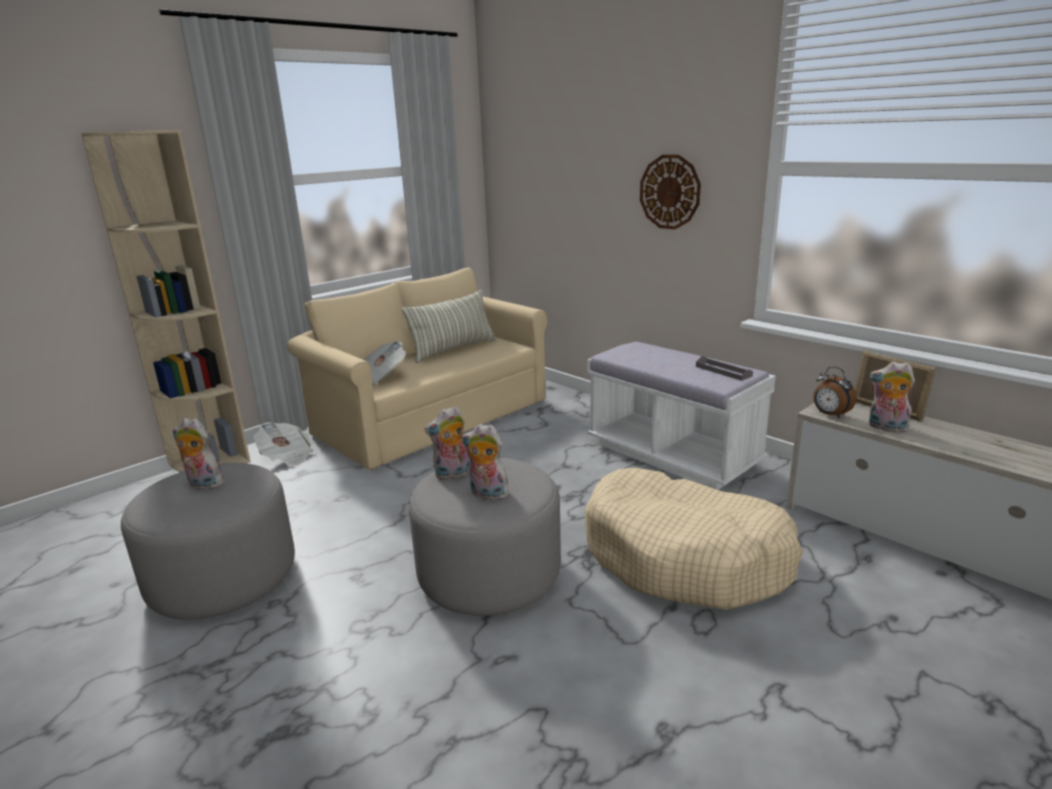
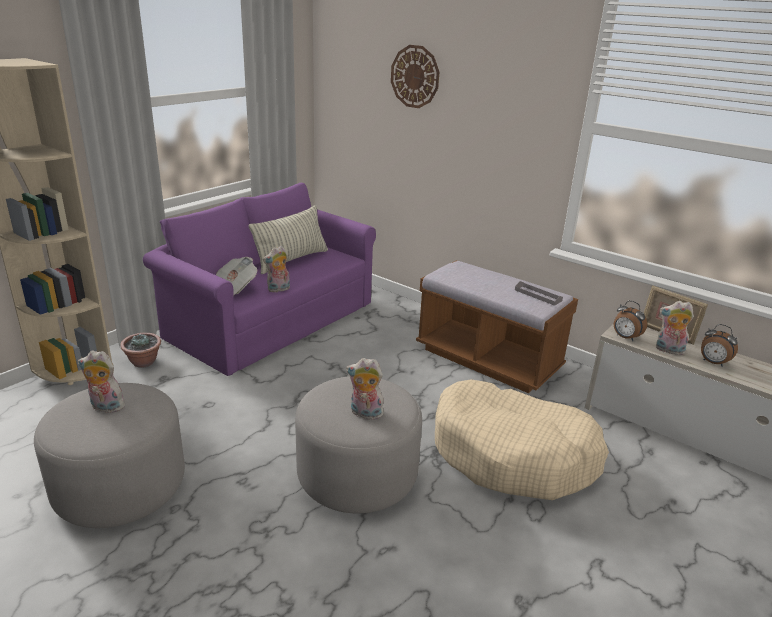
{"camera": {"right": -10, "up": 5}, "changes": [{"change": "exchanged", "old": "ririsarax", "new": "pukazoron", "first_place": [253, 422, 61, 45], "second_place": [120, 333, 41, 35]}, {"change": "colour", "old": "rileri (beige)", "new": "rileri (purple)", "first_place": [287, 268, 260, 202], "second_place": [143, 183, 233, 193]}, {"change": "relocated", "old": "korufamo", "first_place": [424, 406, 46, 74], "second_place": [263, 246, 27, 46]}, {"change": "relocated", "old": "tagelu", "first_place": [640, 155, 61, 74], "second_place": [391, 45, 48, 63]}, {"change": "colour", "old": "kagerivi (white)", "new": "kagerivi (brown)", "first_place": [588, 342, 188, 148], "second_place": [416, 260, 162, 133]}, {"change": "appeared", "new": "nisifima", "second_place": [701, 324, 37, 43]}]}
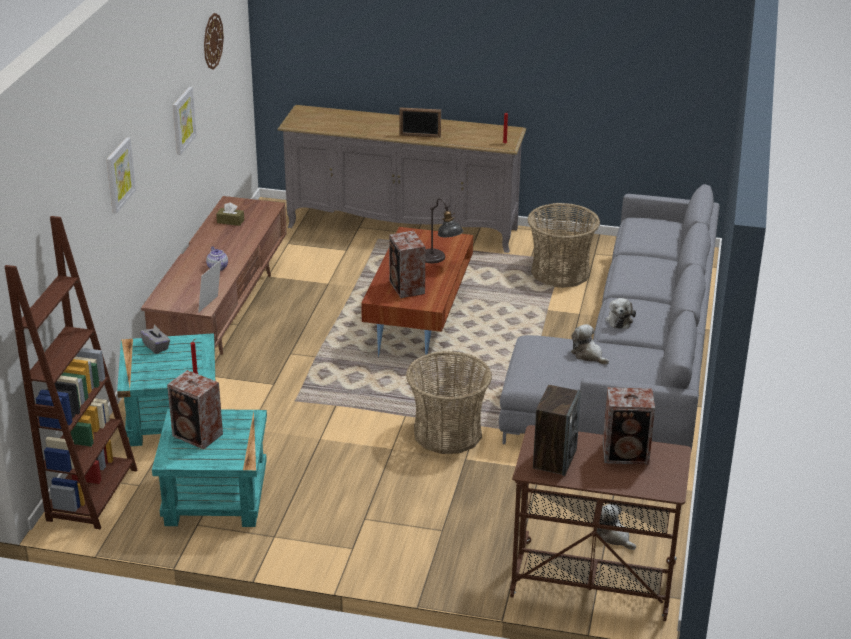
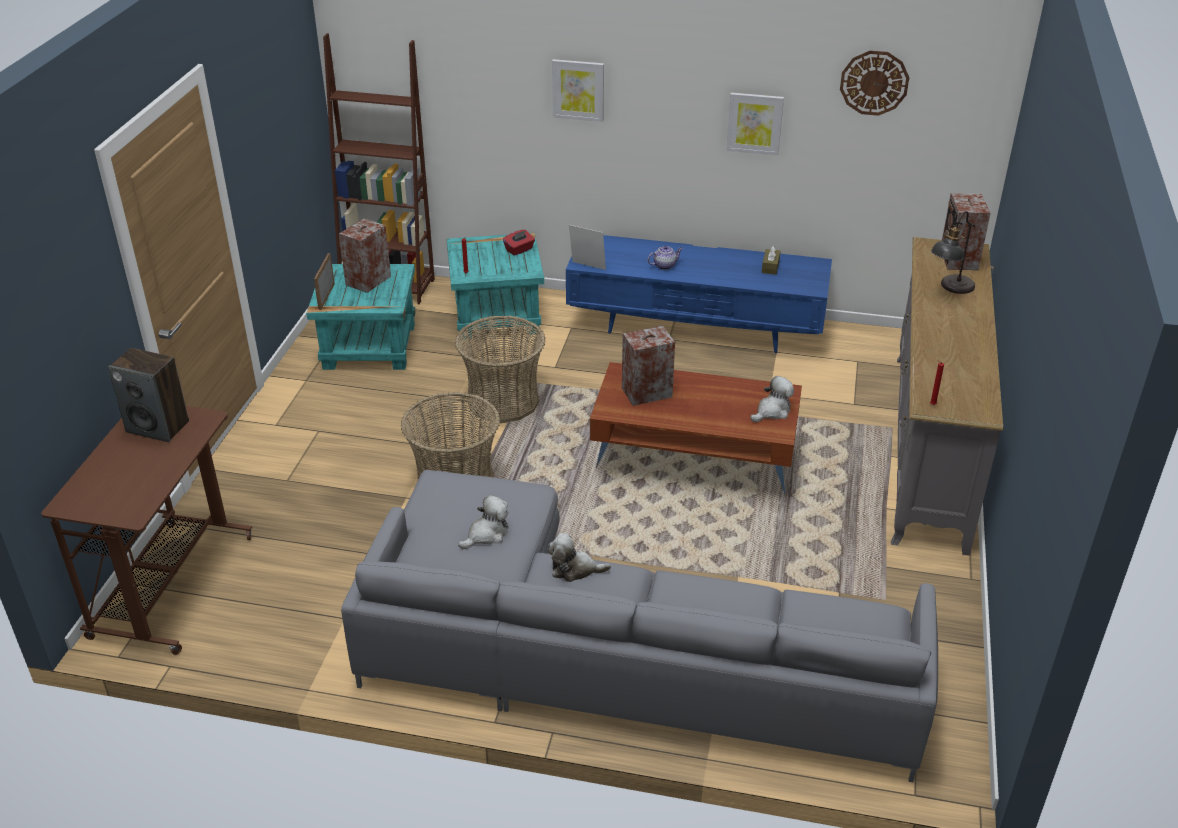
{"camera": {"right": 90, "up": 5}, "changes": [{"change": "relocated", "old": "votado", "first_place": [399, 107, 42, 31], "second_place": [314, 253, 21, 57]}, {"change": "relocated", "old": "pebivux", "first_place": [528, 203, 72, 85], "second_place": [455, 315, 91, 108]}, {"change": "colour", "old": "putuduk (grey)", "new": "putuduk (red)", "first_place": [140, 324, 30, 30], "second_place": [503, 230, 32, 26]}, {"change": "colour", "old": "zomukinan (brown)", "new": "zomukinan (blue)", "first_place": [141, 196, 146, 159], "second_place": [566, 235, 266, 118]}, {"change": "relocated", "old": "korufamo", "first_place": [597, 504, 39, 46], "second_place": [750, 376, 44, 46]}, {"change": "relocated", "old": "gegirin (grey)", "first_place": [425, 198, 38, 65], "second_place": [931, 211, 44, 83]}, {"change": "relocated", "old": "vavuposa", "first_place": [603, 387, 52, 78], "second_place": [942, 193, 49, 77]}]}
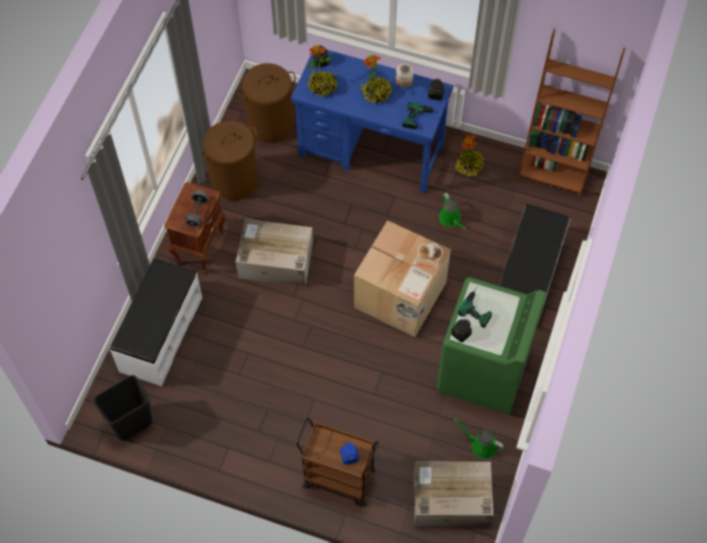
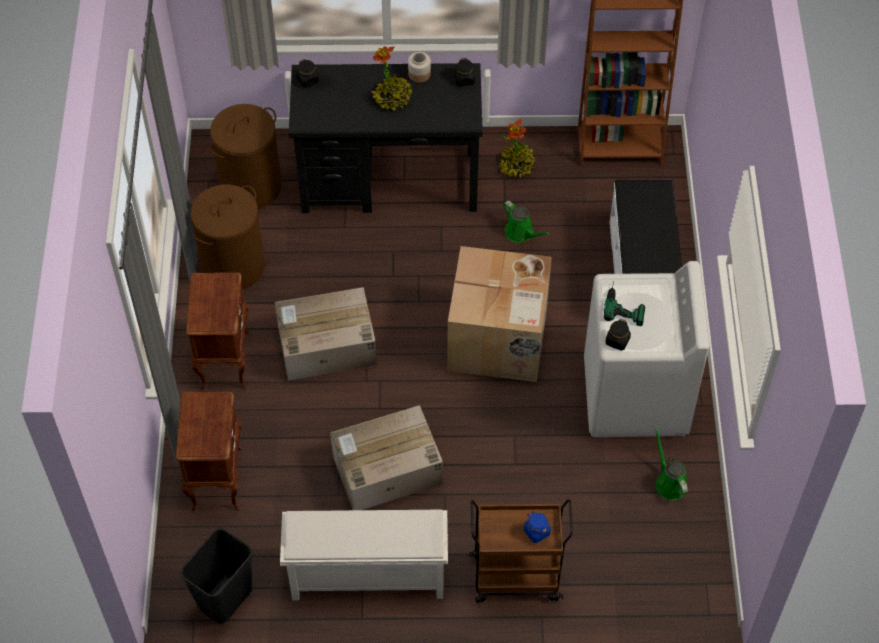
{"camera": {"right": -20, "up": -5}, "changes": [{"change": "exchanged", "old": "kagerivi (white)", "new": "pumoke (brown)", "first_place": [110, 258, 92, 128], "second_place": [176, 392, 67, 119]}, {"change": "appeared", "new": "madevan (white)", "second_place": [280, 510, 168, 90]}, {"change": "colour", "old": "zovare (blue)", "new": "zovare (black)", "first_place": [291, 49, 162, 144], "second_place": [289, 63, 194, 150]}, {"change": "relocated", "old": "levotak", "first_place": [414, 461, 79, 66], "second_place": [330, 405, 113, 105]}, {"change": "colour", "old": "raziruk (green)", "new": "raziruk (white)", "first_place": [437, 277, 109, 138], "second_place": [584, 261, 125, 176]}, {"change": "spun", "old": "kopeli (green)", "first_place": [454, 419, 50, 40], "second_place": [655, 428, 33, 72], "degrees": 60}, {"change": "missing", "old": "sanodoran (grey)", "first_place": [185, 190, 24, 37]}, {"change": "missing", "old": "pukazoron", "first_place": [306, 45, 32, 52]}, {"change": "missing", "old": "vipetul", "first_place": [402, 102, 37, 27]}]}
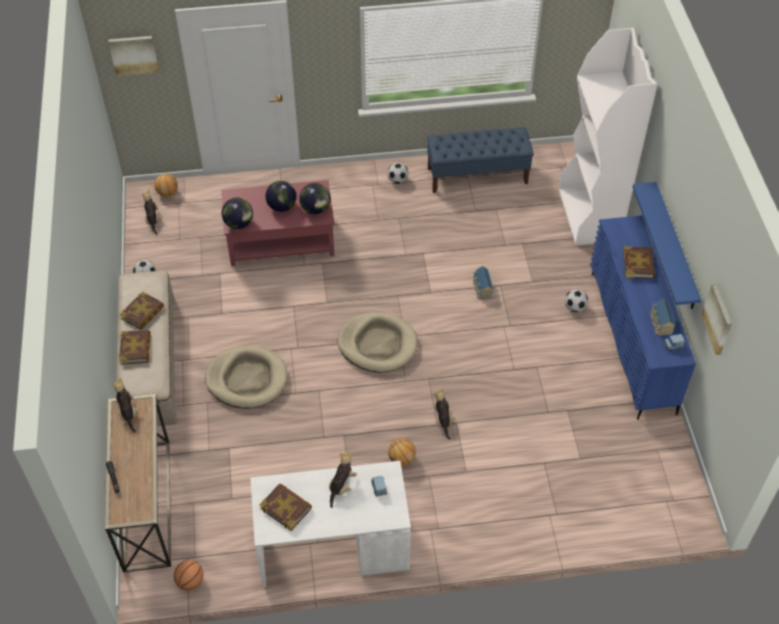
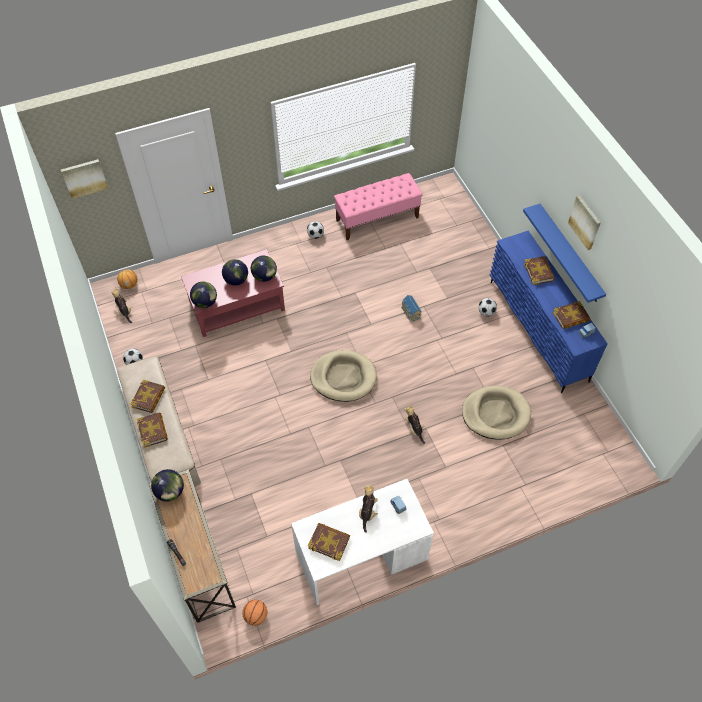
{"camera": {"right": -15, "up": 5}, "changes": [{"change": "exchanged", "old": "korufamo", "new": "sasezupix", "first_place": [112, 377, 28, 56], "second_place": [151, 469, 33, 33]}, {"change": "colour", "old": "kagerivi (blue)", "new": "kagerivi (pink)", "first_place": [427, 127, 107, 66], "second_place": [334, 173, 89, 67]}, {"change": "relocated", "old": "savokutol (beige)", "first_place": [205, 346, 82, 63], "second_place": [462, 385, 69, 55]}, {"change": "exchanged", "old": "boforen", "new": "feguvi", "first_place": [650, 298, 26, 38], "second_place": [552, 301, 38, 28]}, {"change": "relocated", "old": "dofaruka", "first_place": [701, 284, 31, 71], "second_place": [568, 195, 33, 55]}, {"change": "missing", "old": "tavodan", "first_place": [388, 438, 28, 28]}, {"change": "missing", "old": "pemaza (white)", "first_place": [559, 28, 99, 218]}]}
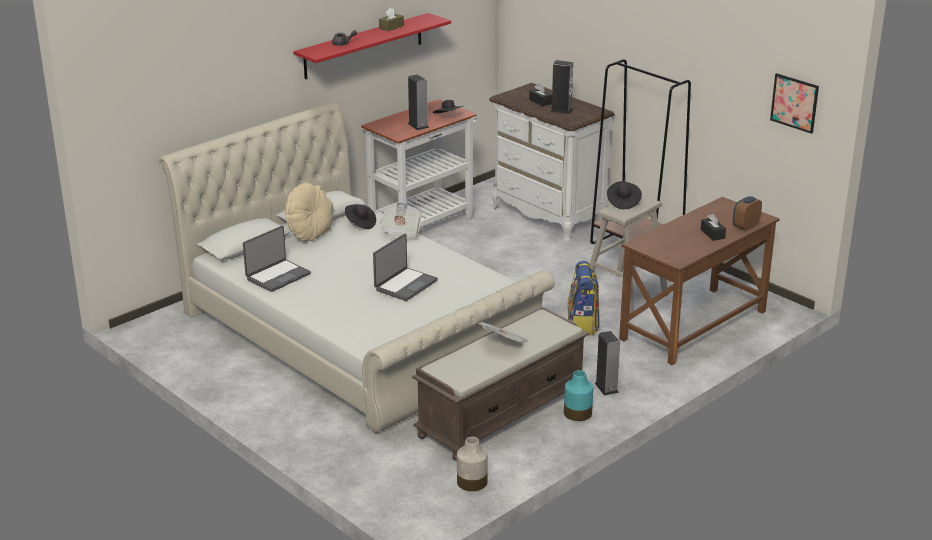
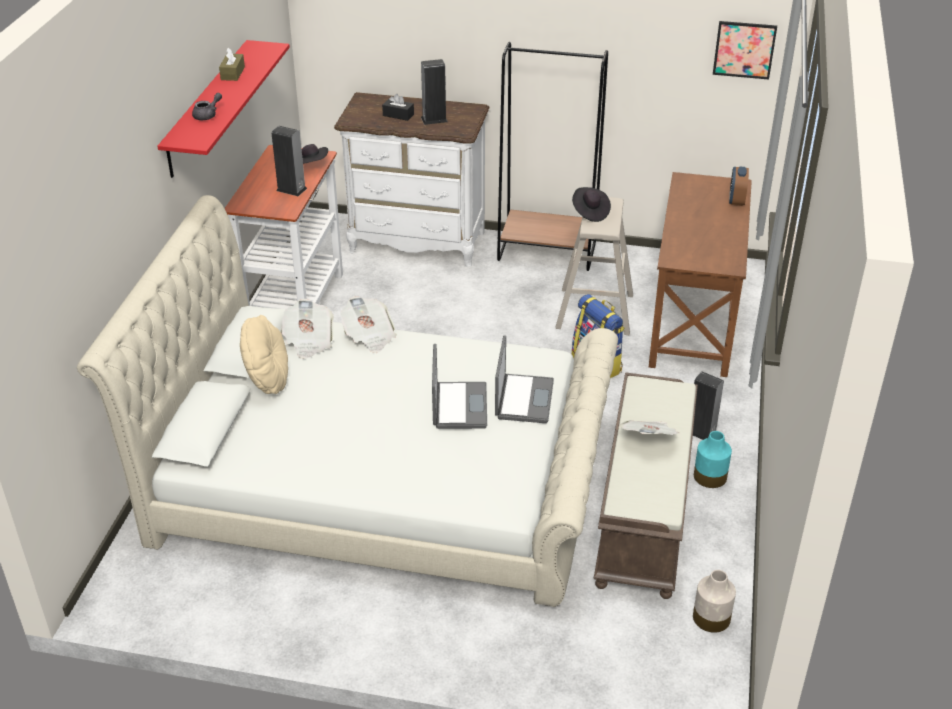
{"camera": {"right": -35, "up": 10}, "changes": [{"change": "exchanged", "old": "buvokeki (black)", "new": "ririsarax", "first_place": [345, 204, 31, 25], "second_place": [280, 299, 54, 60]}, {"change": "relocated", "old": "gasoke", "first_place": [243, 226, 68, 66], "second_place": [495, 335, 59, 88]}, {"change": "missing", "old": "putuduk (black)", "first_place": [701, 214, 25, 27]}]}
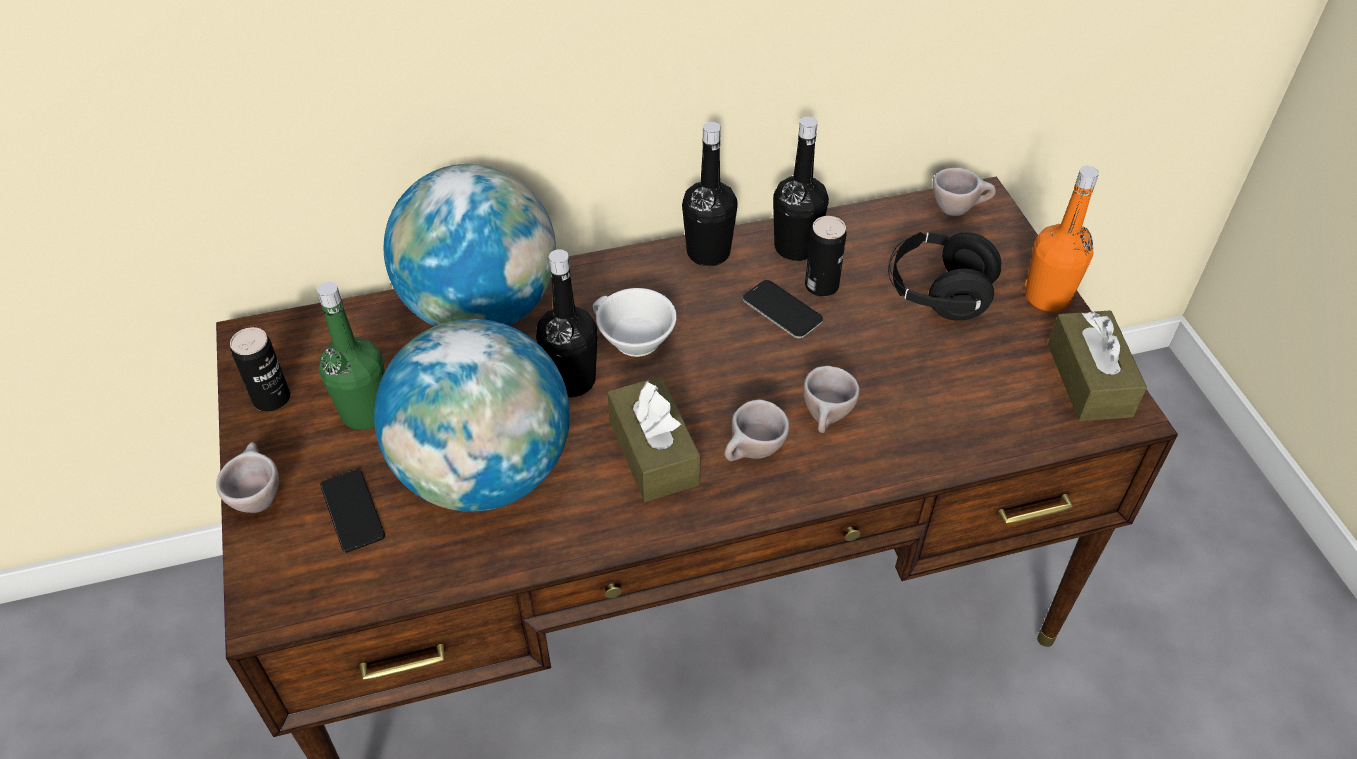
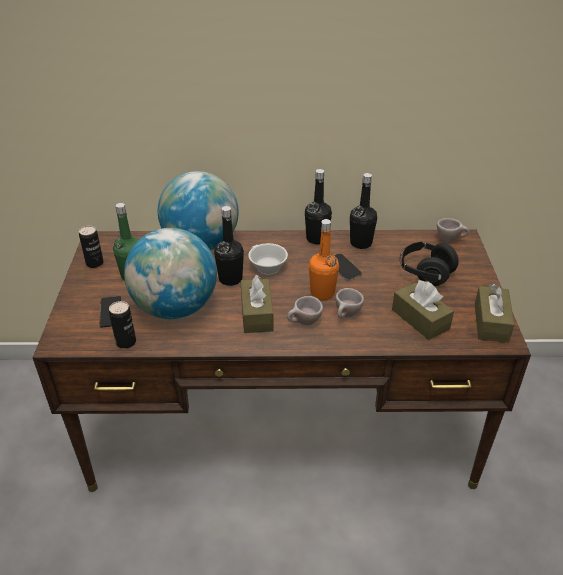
{"camera": {"right": 15, "up": -10}, "changes": [{"change": "relocated", "old": "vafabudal", "first_place": [805, 216, 42, 81], "second_place": [109, 301, 27, 48]}, {"change": "relocated", "old": "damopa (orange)", "first_place": [1025, 166, 74, 146], "second_place": [309, 219, 30, 81]}, {"change": "appeared", "new": "putuduk (brown)", "second_place": [392, 280, 62, 60]}, {"change": "missing", "old": "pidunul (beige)", "first_place": [216, 442, 63, 71]}]}
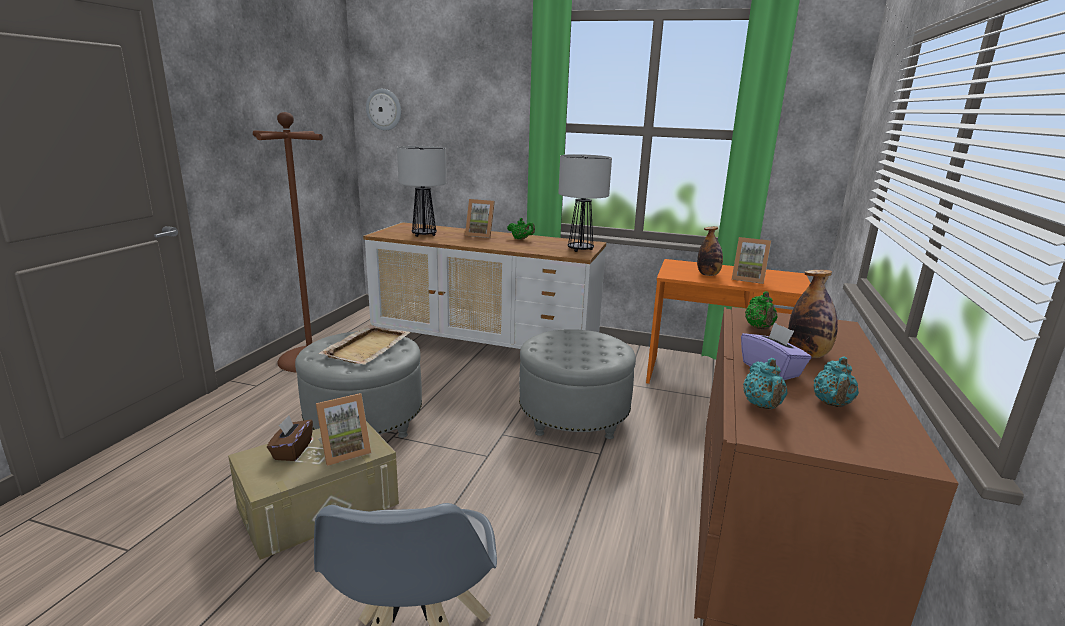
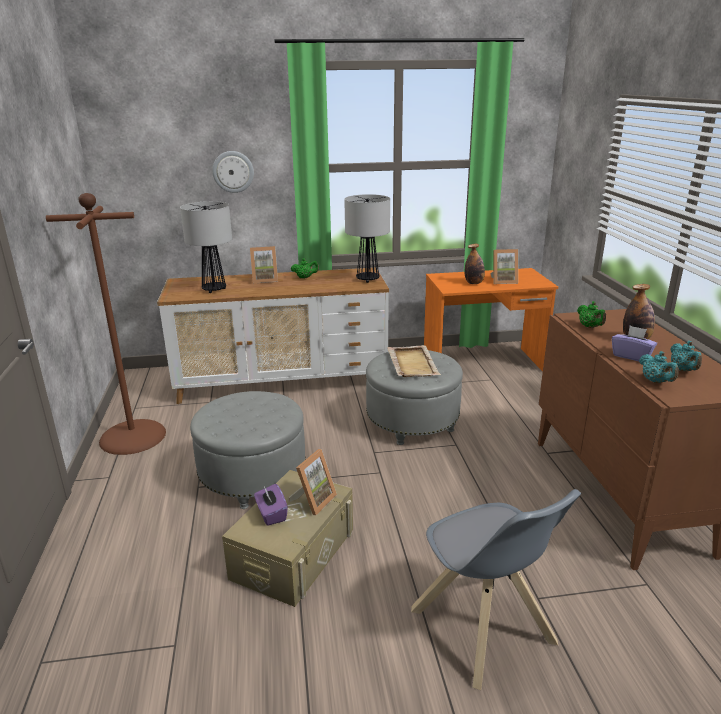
{"camera": {"right": -25, "up": 5}, "changes": [{"change": "relocated", "old": "tagelu", "first_place": [366, 89, 35, 42], "second_place": [212, 151, 42, 42]}, {"change": "colour", "old": "putuduk (brown)", "new": "putuduk (purple)", "first_place": [267, 416, 46, 45], "second_place": [254, 484, 34, 42]}, {"change": "relocated", "old": "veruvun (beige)", "first_place": [319, 325, 91, 40], "second_place": [387, 345, 54, 32]}]}
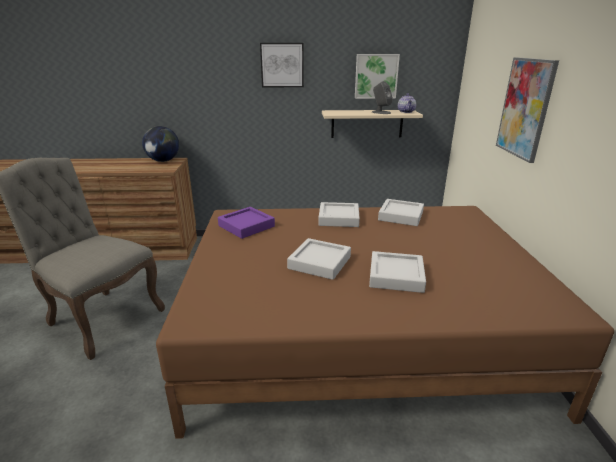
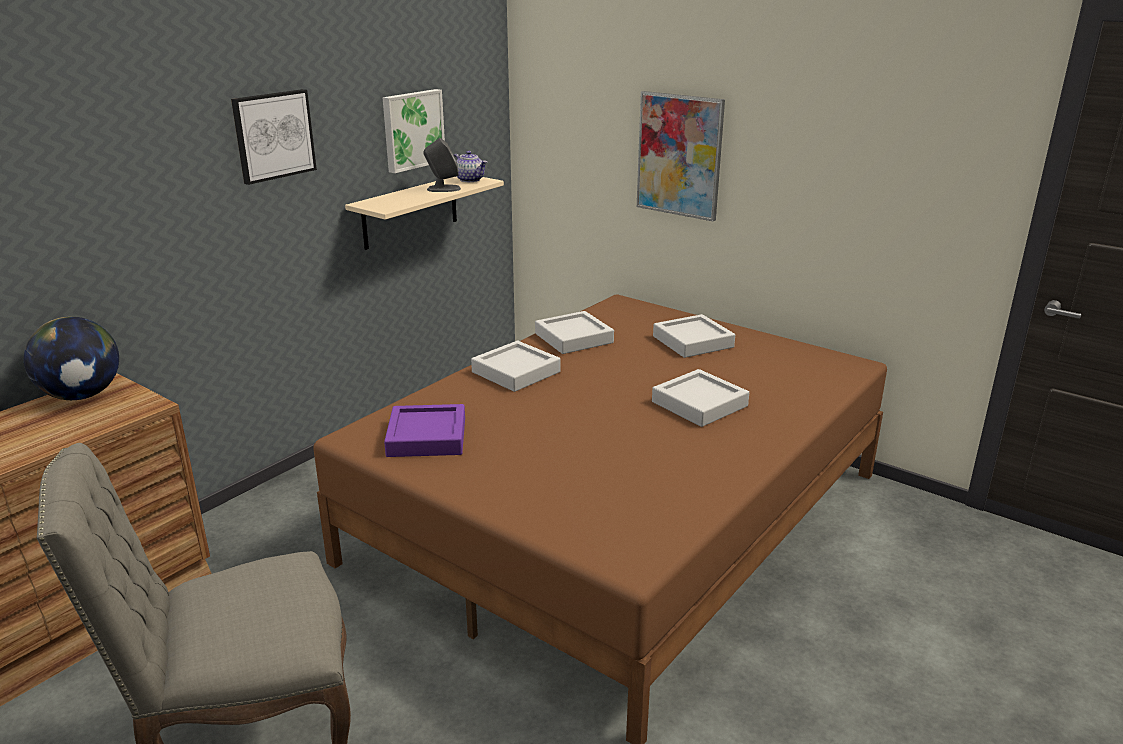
{"camera": {"right": -50, "up": 0}, "changes": [{"change": "relocated", "old": "veruvun (grey)", "first_place": [287, 238, 64, 42], "second_place": [653, 314, 82, 44]}]}
